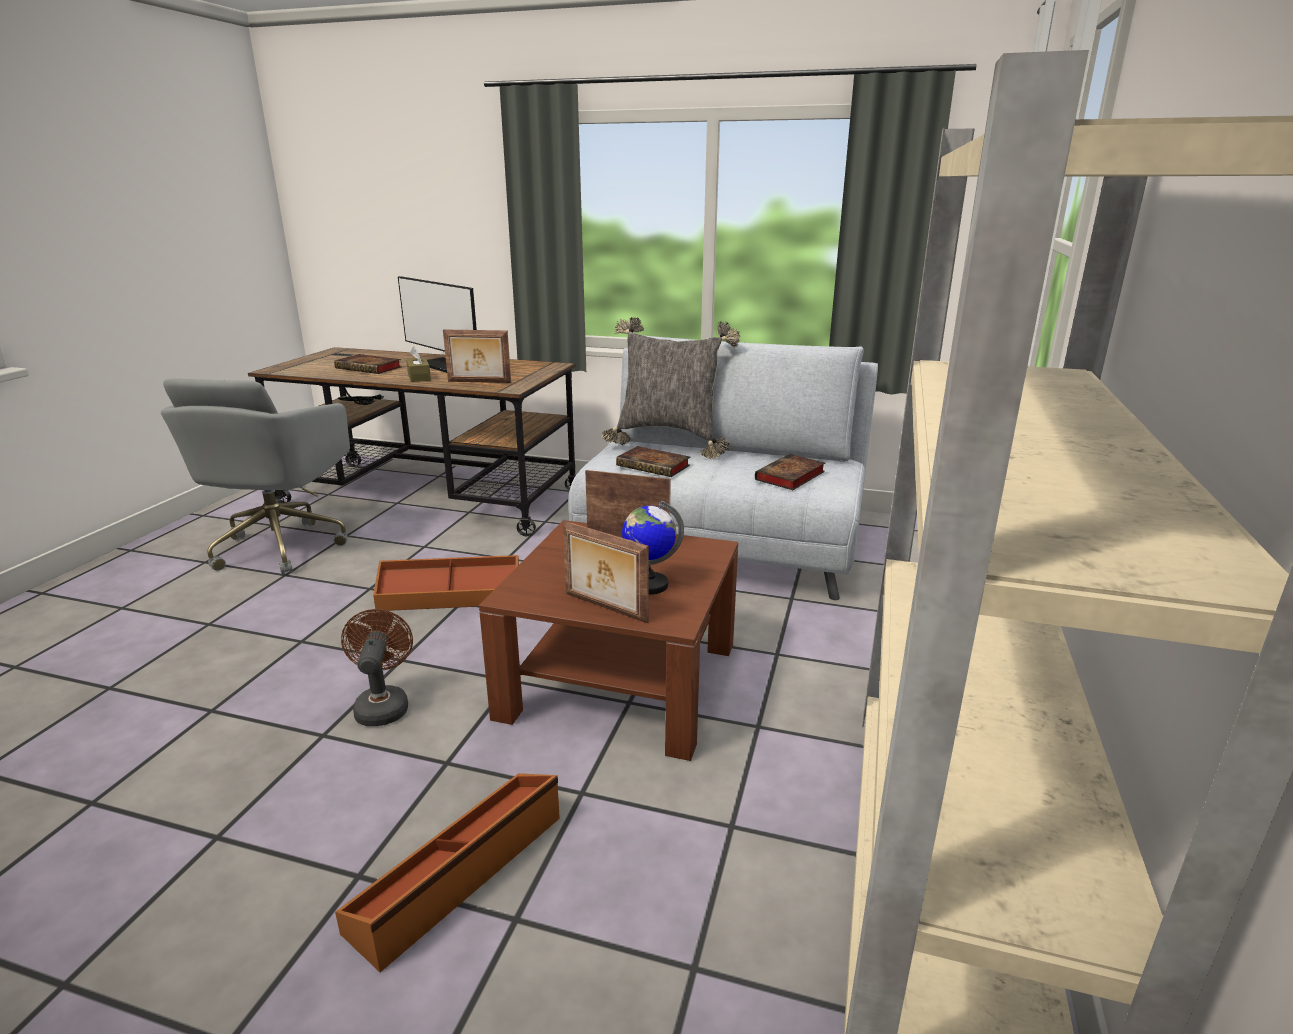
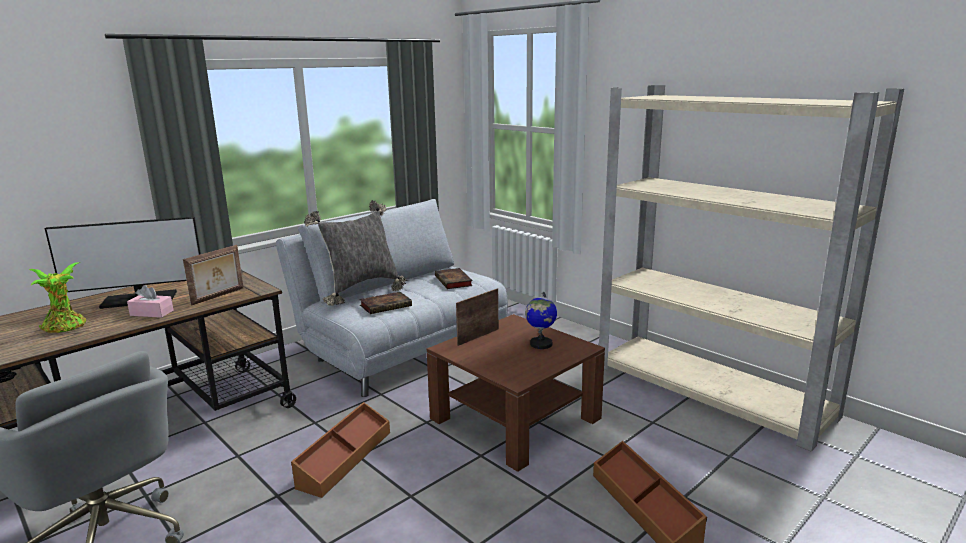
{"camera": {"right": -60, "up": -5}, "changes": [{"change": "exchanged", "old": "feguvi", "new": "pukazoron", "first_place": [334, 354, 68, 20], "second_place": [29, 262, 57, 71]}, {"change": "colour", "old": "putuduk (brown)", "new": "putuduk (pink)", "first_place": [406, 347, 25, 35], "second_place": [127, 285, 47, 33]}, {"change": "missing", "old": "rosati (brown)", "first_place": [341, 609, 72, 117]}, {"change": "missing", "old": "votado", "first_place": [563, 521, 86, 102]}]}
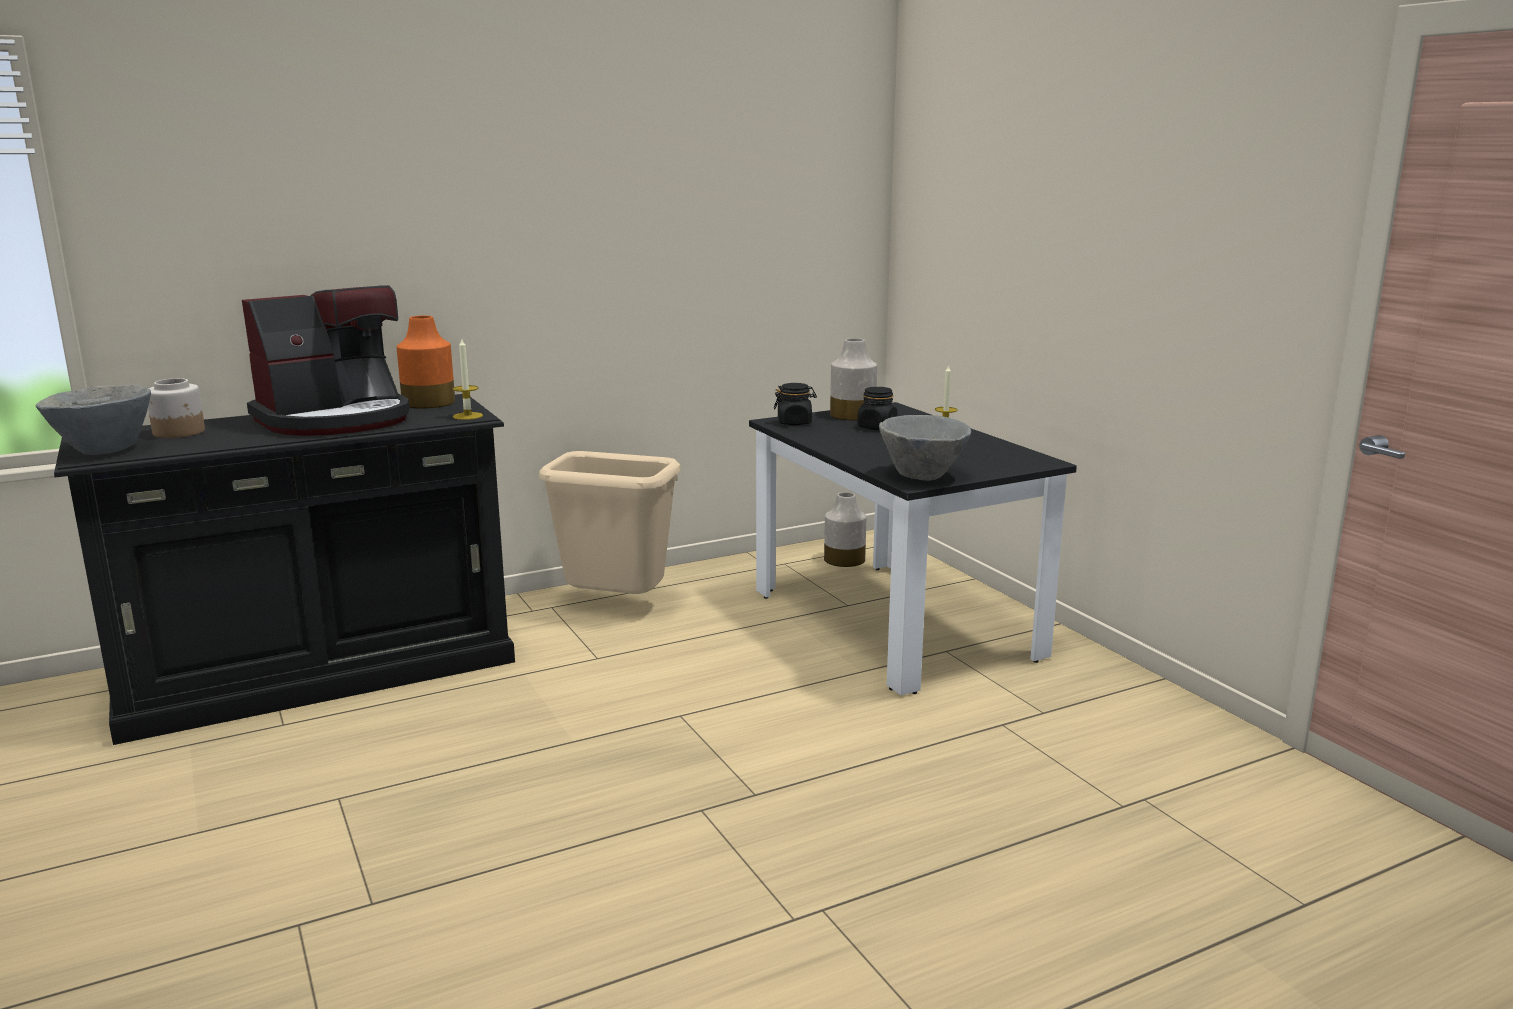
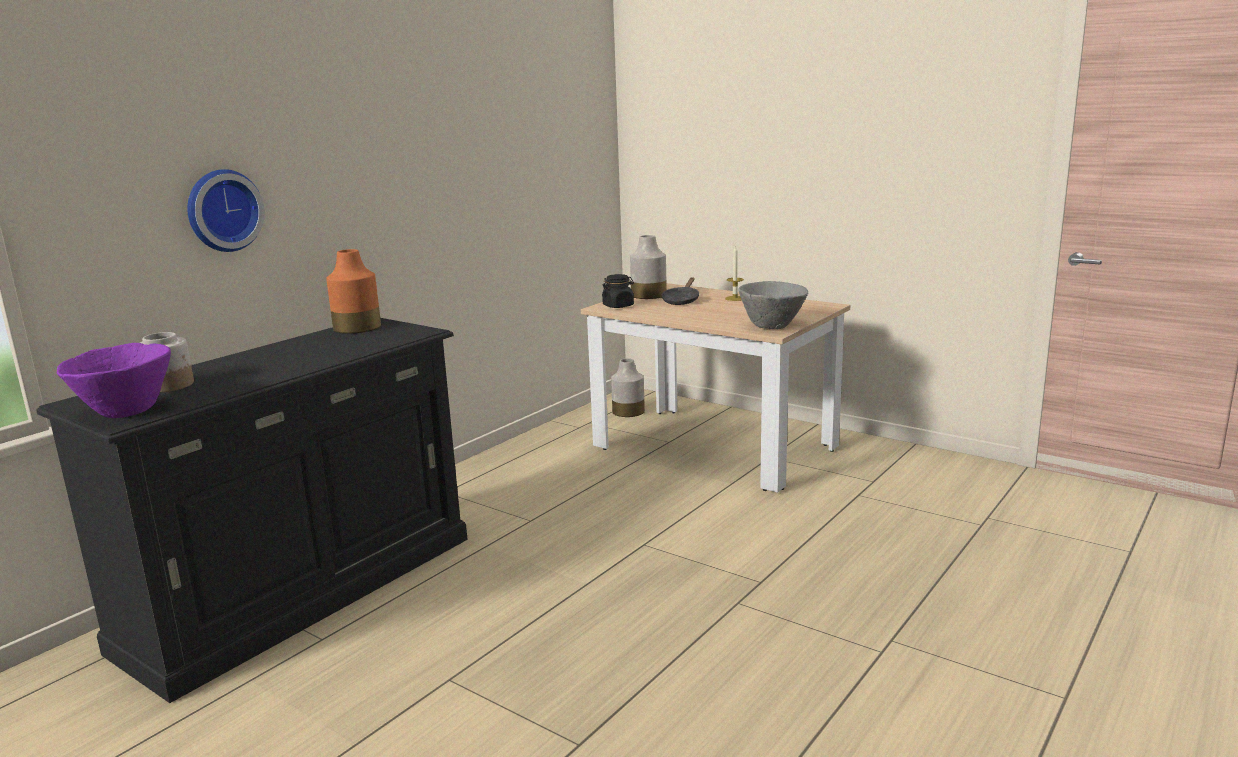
{"camera": {"right": -25, "up": 0}, "changes": [{"change": "colour", "old": "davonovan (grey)", "new": "davonovan (purple)", "first_place": [36, 384, 115, 71], "second_place": [57, 343, 114, 75]}, {"change": "appeared", "new": "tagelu", "second_place": [187, 169, 78, 83]}, {"change": "colour", "old": "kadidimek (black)", "new": "kadidimek (beige)", "first_place": [749, 402, 328, 293], "second_place": [581, 283, 269, 210]}, {"change": "exchanged", "old": "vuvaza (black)", "new": "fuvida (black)", "first_place": [857, 387, 41, 43], "second_place": [661, 277, 38, 28]}, {"change": "missing", "old": "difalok", "first_place": [242, 285, 168, 151]}, {"change": "missing", "old": "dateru", "first_place": [453, 339, 30, 81]}, {"change": "missing", "old": "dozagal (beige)", "first_place": [539, 451, 142, 143]}]}
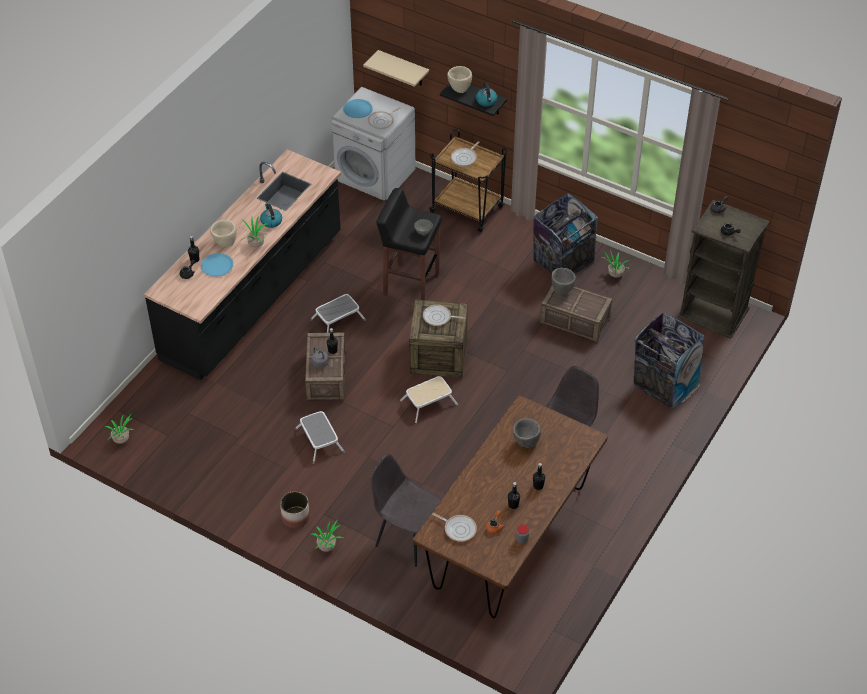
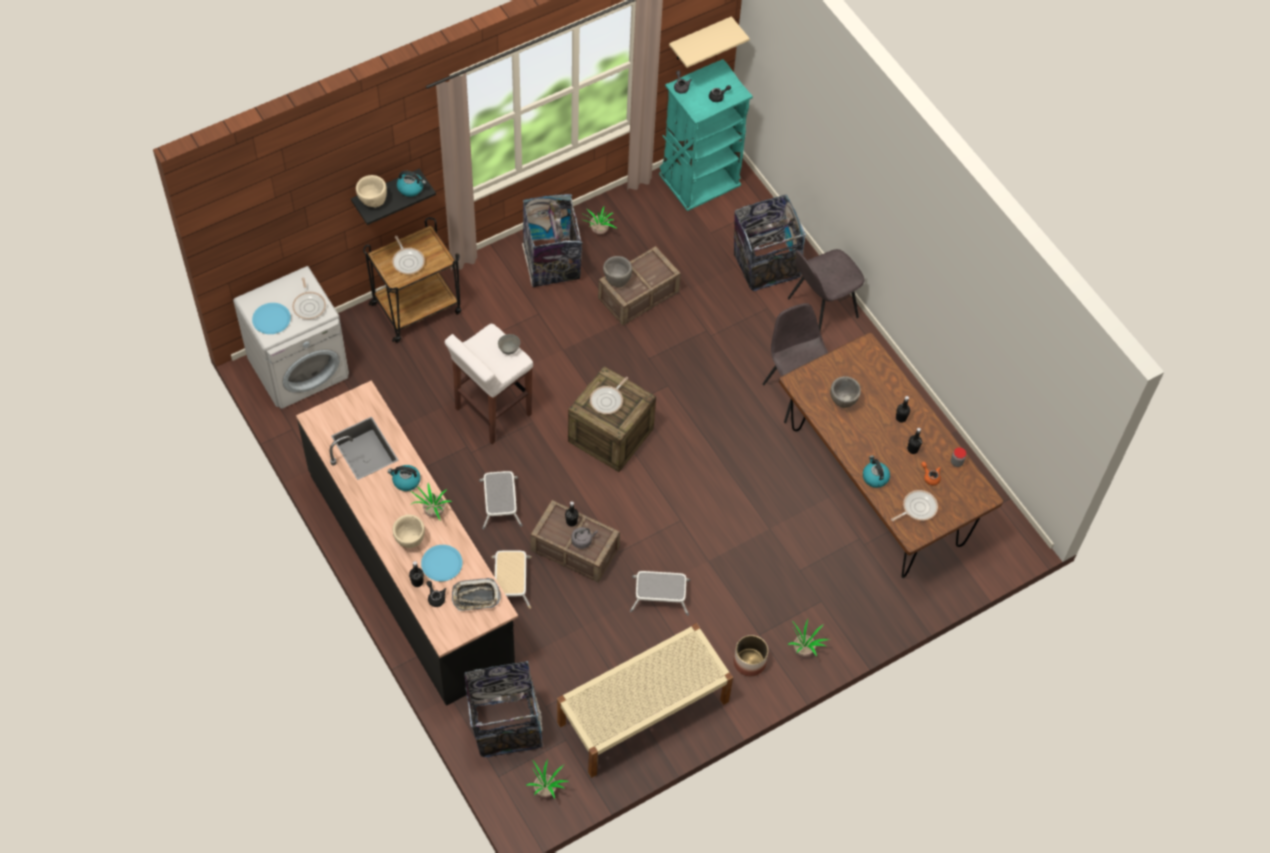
{"camera": {"right": -65, "up": 10}, "changes": [{"change": "colour", "old": "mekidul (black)", "new": "mekidul (white)", "first_place": [376, 188, 65, 112], "second_place": [445, 324, 88, 120]}, {"change": "appeared", "new": "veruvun", "second_place": [452, 578, 49, 33]}, {"change": "appeared", "new": "dozagal", "second_place": [464, 661, 79, 96]}, {"change": "relocated", "old": "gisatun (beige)", "first_place": [400, 376, 58, 47], "second_place": [491, 550, 41, 59]}, {"change": "appeared", "new": "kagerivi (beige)", "second_place": [557, 623, 176, 155]}, {"change": "colour", "old": "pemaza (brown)", "new": "pemaza (turquoise)", "first_place": [678, 200, 92, 139], "second_place": [659, 59, 94, 152]}, {"change": "relocated", "old": "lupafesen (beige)", "first_place": [363, 50, 66, 37], "second_place": [669, 16, 81, 52]}, {"change": "relocated", "old": "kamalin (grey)", "first_place": [371, 454, 70, 113], "second_place": [788, 249, 77, 82]}, {"change": "appeared", "new": "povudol", "second_place": [863, 455, 27, 33]}]}
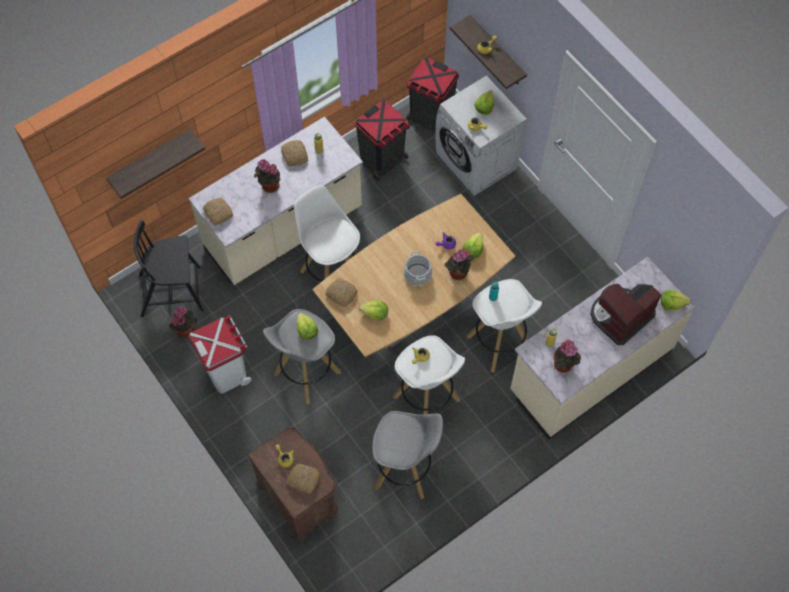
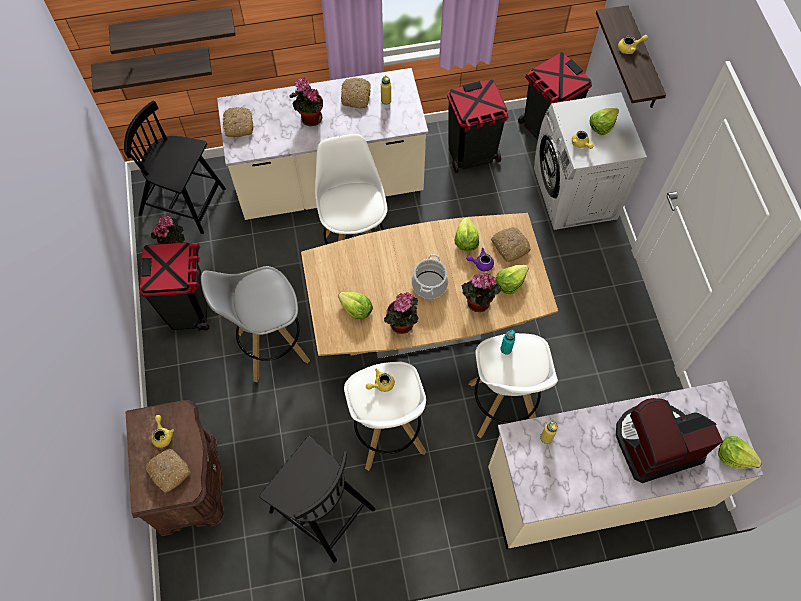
{"camera": {"right": 25, "up": 0}, "changes": [{"change": "appeared", "new": "lupafesen", "second_place": [91, 47, 121, 46]}, {"change": "colour", "old": "dozagal (white)", "new": "dozagal (black)", "first_place": [189, 315, 63, 79], "second_place": [140, 242, 69, 89]}, {"change": "exchanged", "old": "mekidul (grey)", "new": "kamalin (black)", "first_place": [372, 411, 71, 88], "second_place": [259, 436, 116, 127]}, {"change": "relocated", "old": "pukazoron", "first_place": [554, 339, 27, 34], "second_place": [384, 292, 34, 42]}, {"change": "relocated", "old": "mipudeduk", "first_place": [297, 313, 21, 27], "second_place": [454, 217, 25, 34]}, {"change": "relocated", "old": "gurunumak", "first_place": [325, 279, 33, 28], "second_place": [491, 227, 40, 35]}]}
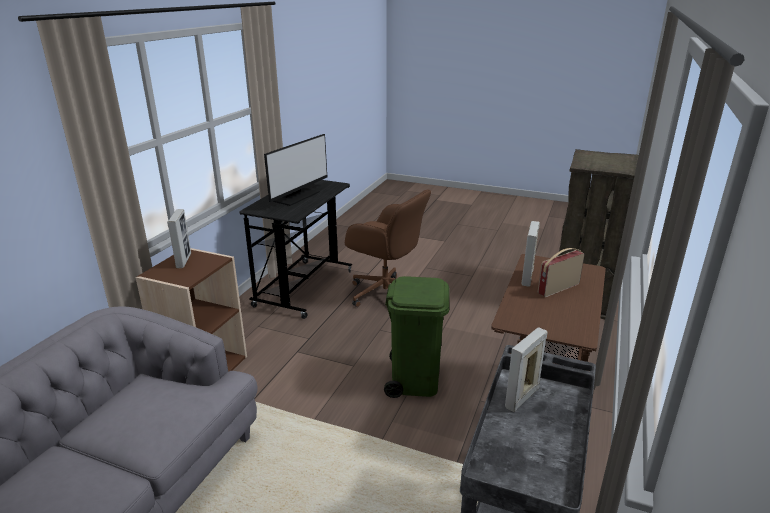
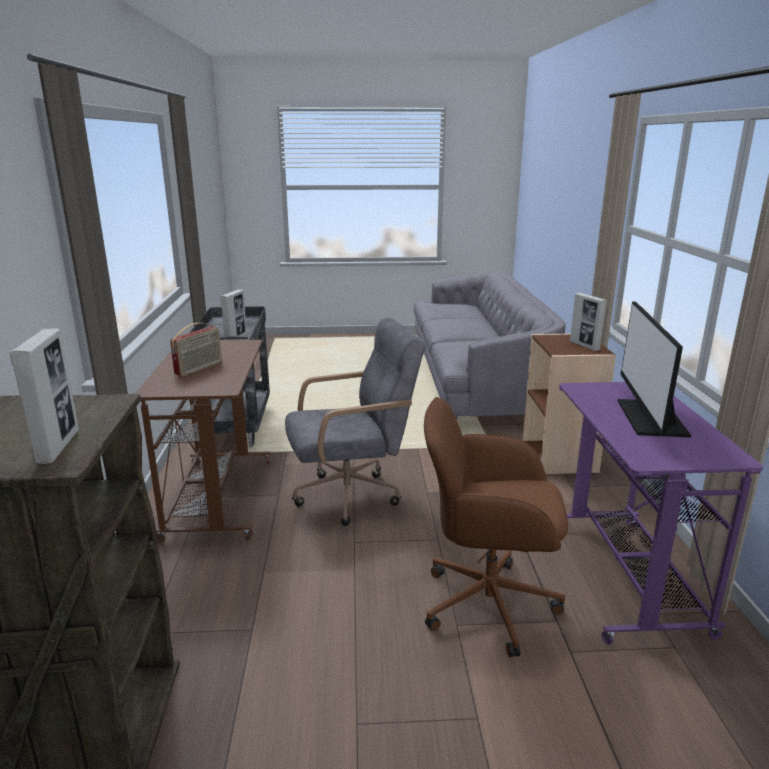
{"camera": {"right": 155, "up": -5}, "changes": [{"change": "relocated", "old": "votado", "first_place": [521, 221, 19, 66], "second_place": [10, 328, 69, 136]}, {"change": "exchanged", "old": "dozagal (green)", "new": "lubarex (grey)", "first_place": [384, 276, 66, 122], "second_place": [285, 318, 141, 208]}, {"change": "colour", "old": "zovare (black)", "new": "zovare (purple)", "first_place": [239, 180, 113, 139], "second_place": [559, 382, 204, 262]}]}
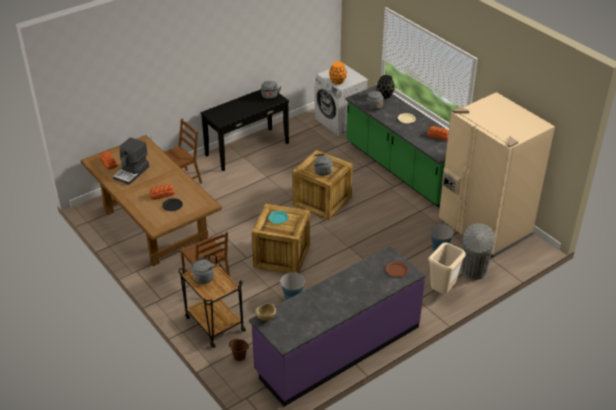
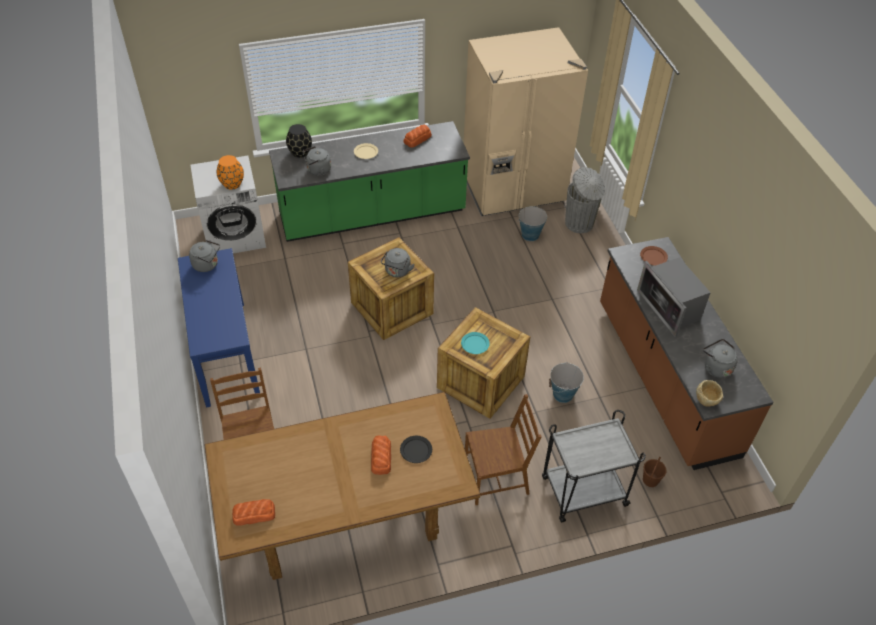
{"camera": {"right": -70, "up": 10}, "changes": [{"change": "colour", "old": "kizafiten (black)", "new": "kizafiten (blue)", "first_place": [200, 89, 89, 82], "second_place": [178, 248, 82, 159]}, {"change": "colour", "old": "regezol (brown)", "new": "regezol (grey)", "first_place": [179, 254, 67, 94], "second_place": [542, 410, 104, 113]}, {"change": "colour", "old": "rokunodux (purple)", "new": "rokunodux (brown)", "first_place": [249, 246, 177, 161], "second_place": [600, 237, 174, 233]}, {"change": "appeared", "new": "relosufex", "second_place": [637, 257, 74, 80]}, {"change": "relocated", "old": "povudol (grey)", "first_place": [191, 256, 26, 28], "second_place": [703, 339, 35, 39]}, {"change": "missing", "old": "difalok", "first_place": [113, 137, 36, 48]}, {"change": "missing", "old": "dozagal (beige)", "first_place": [428, 242, 38, 52]}]}
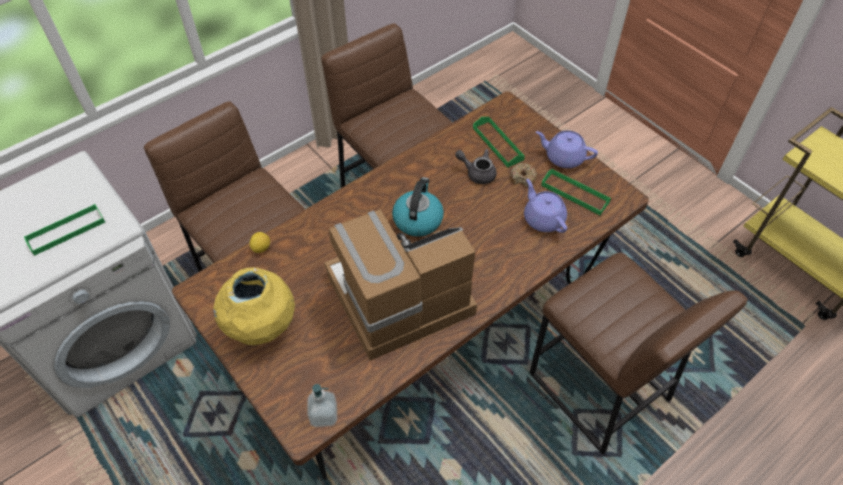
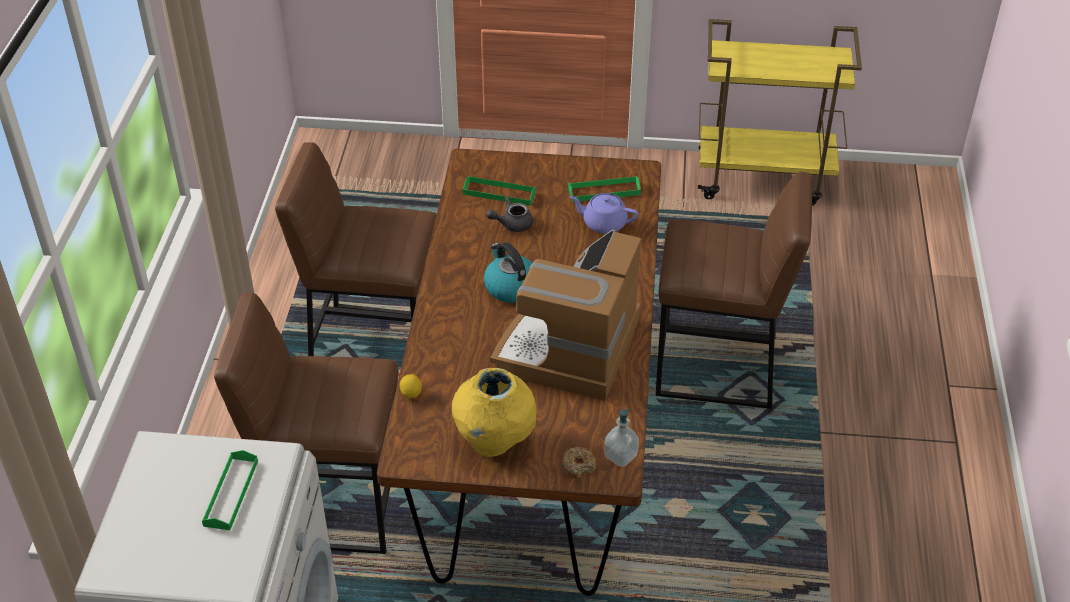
{"camera": {"right": -45, "up": -10}, "changes": [{"change": "relocated", "old": "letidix", "first_place": [510, 163, 27, 24], "second_place": [561, 447, 35, 32]}, {"change": "missing", "old": "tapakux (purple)", "first_place": [536, 130, 62, 38]}]}
